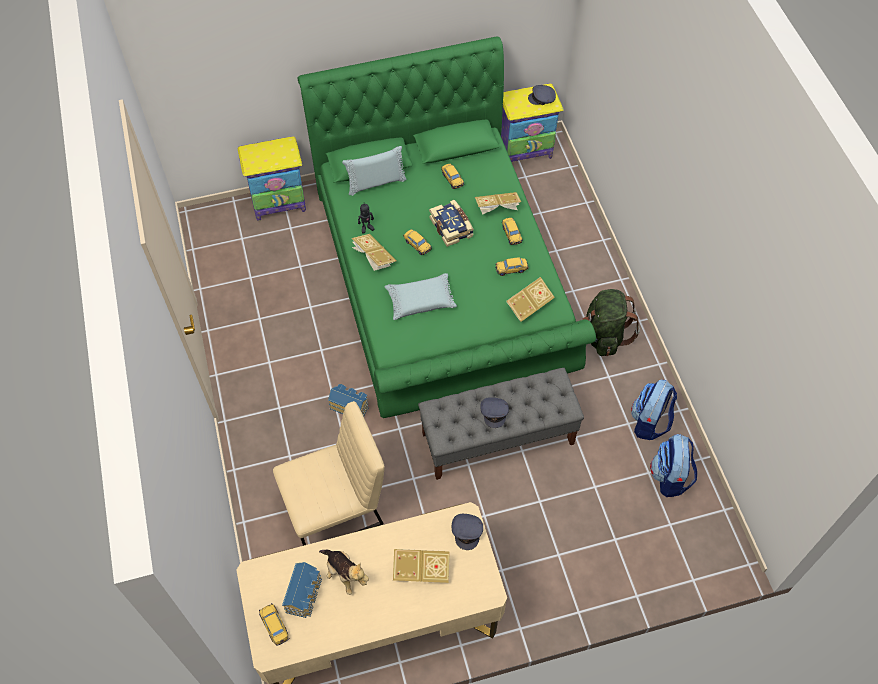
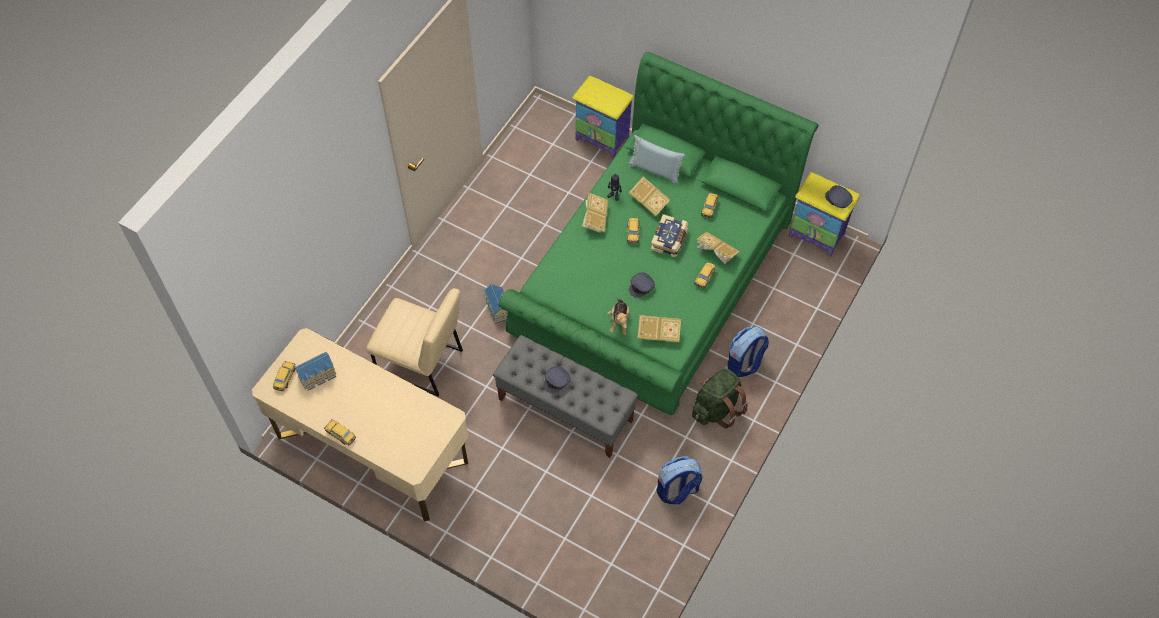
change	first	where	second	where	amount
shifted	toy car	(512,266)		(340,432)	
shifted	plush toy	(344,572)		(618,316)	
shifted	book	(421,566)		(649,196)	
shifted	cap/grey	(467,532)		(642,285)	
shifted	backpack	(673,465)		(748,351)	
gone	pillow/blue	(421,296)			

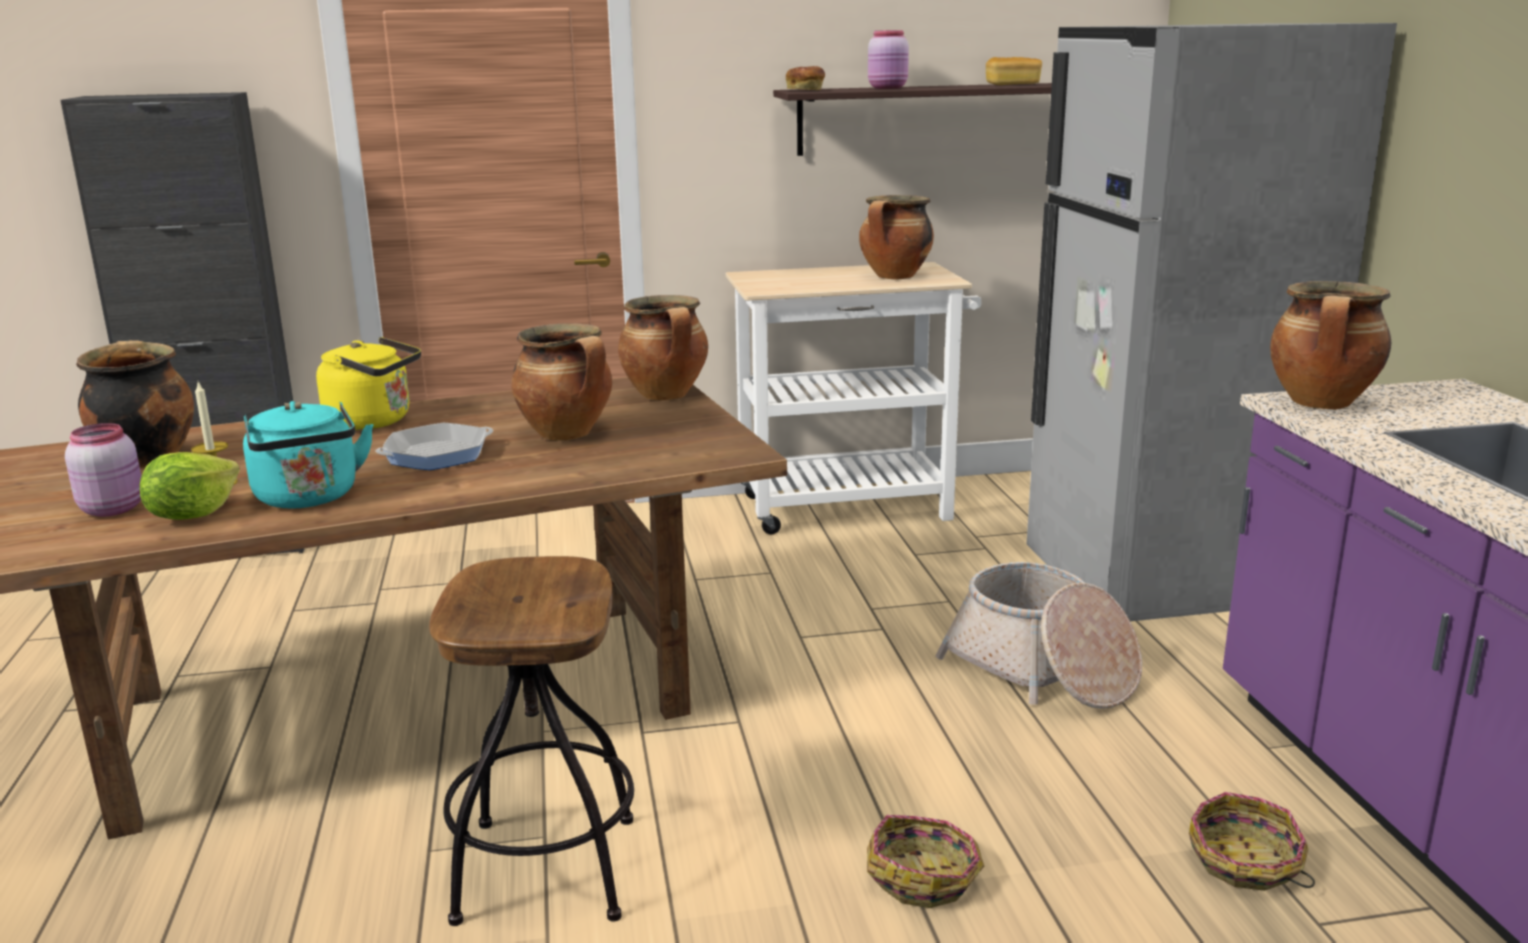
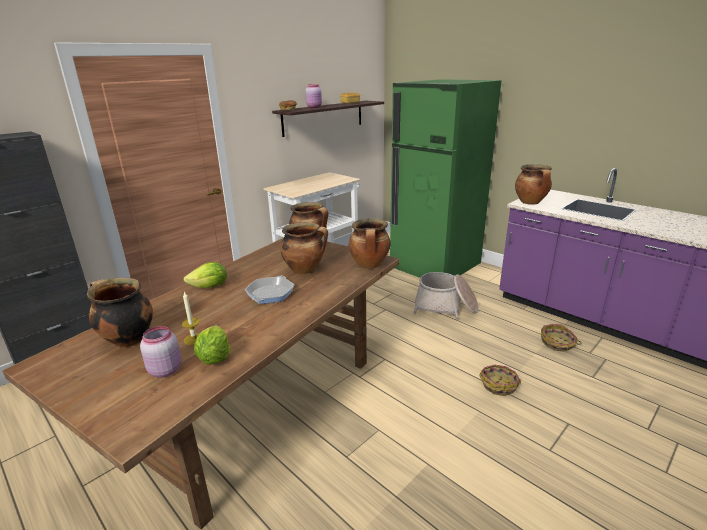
change	first	where	second	where	amount
swapped	kettle/yellow	(368,383)	lettuce	(205,275)	
shifted	cooking pot	(896,237)		(370,243)	
repainted	fridge/grey	(1212,322)	fridge/green	(446,178)	
gone	kettle/turquoise	(308,455)			
gone	stool/brown	(531,741)			

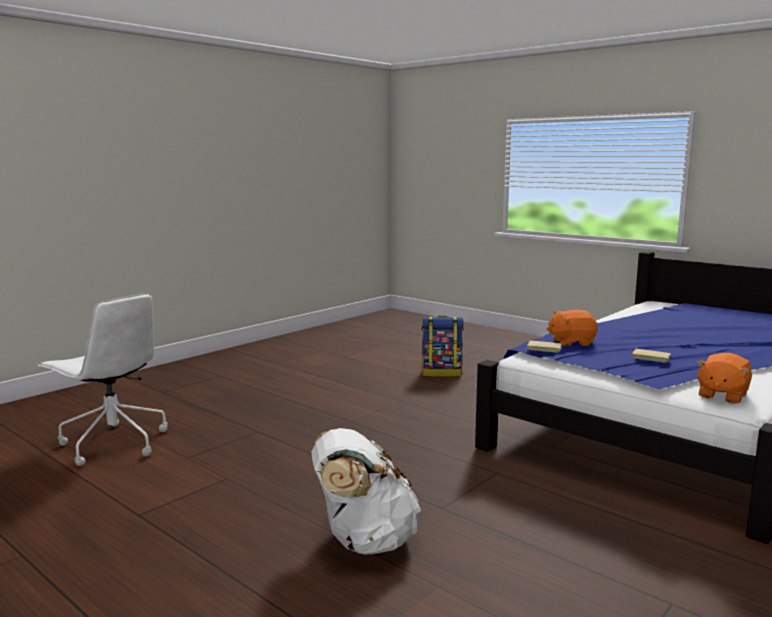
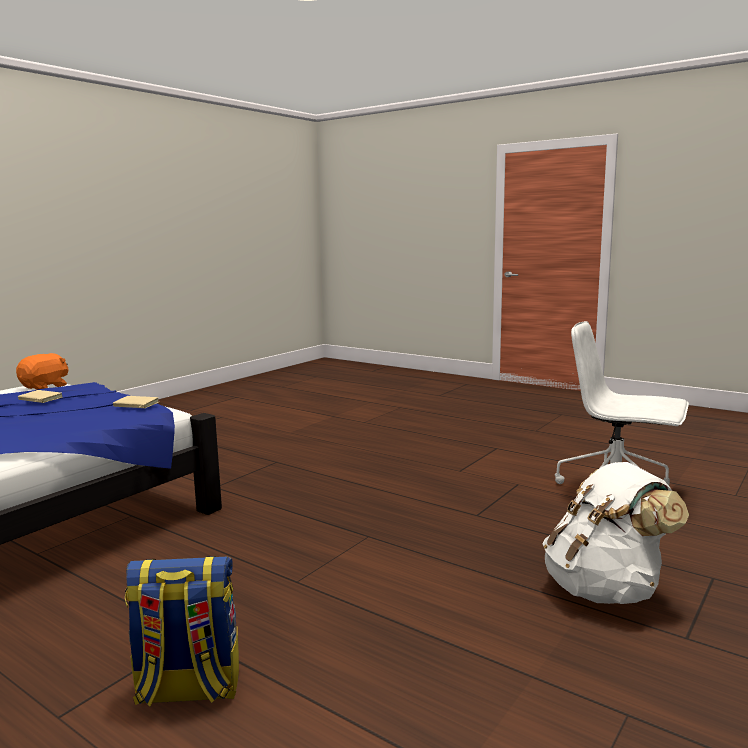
change	first	where	second	where	amount
shifted	backpack/white	(366,491)		(616,533)	
gone	plush toy/orange	(572,328)			

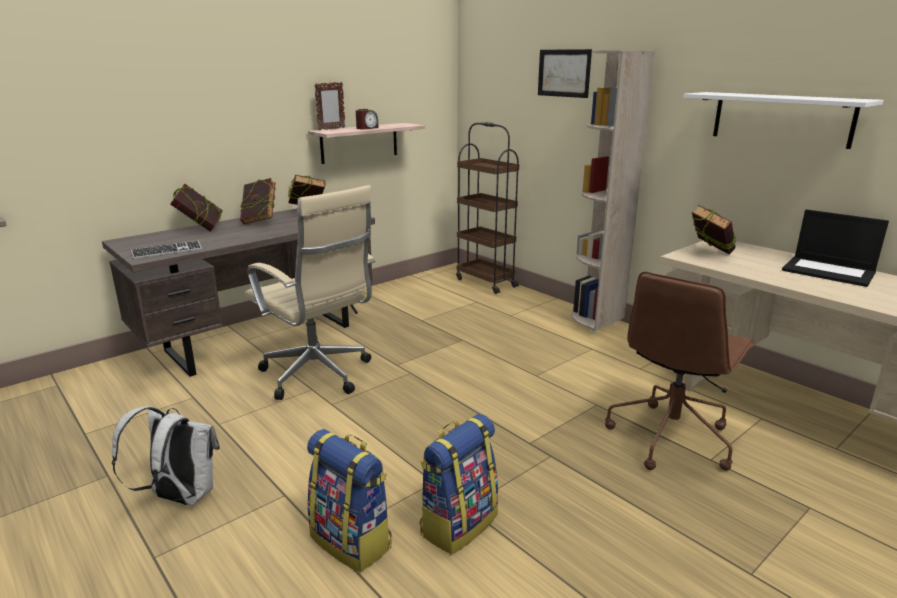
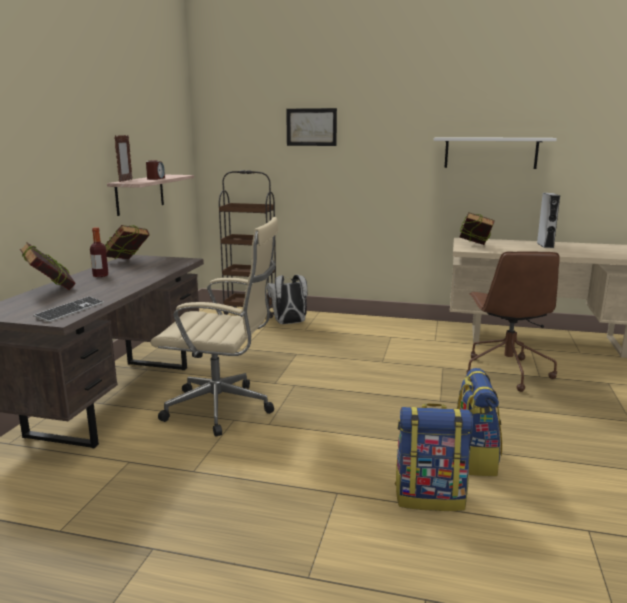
change	first	where	second	where	amount
swapped	book	(258,201)	bottle	(99,252)	
shifted	backpack/white	(166,456)		(287,299)	
swapped	laptop	(835,248)	speaker/grey	(548,220)	
gone	bookcase/beige	(613,191)			

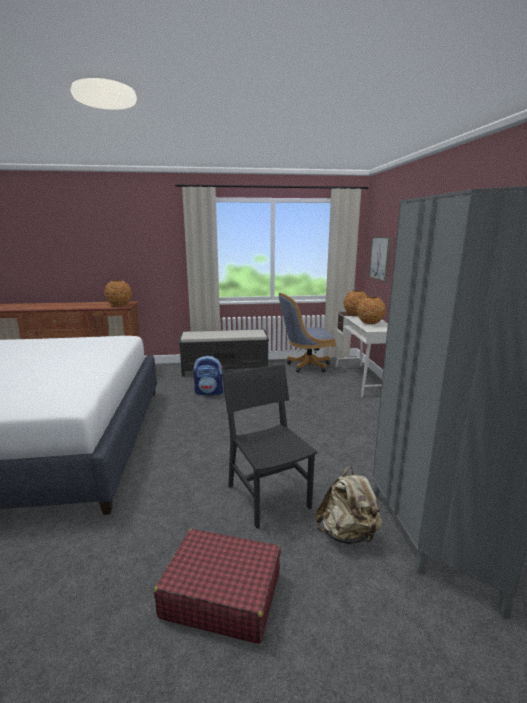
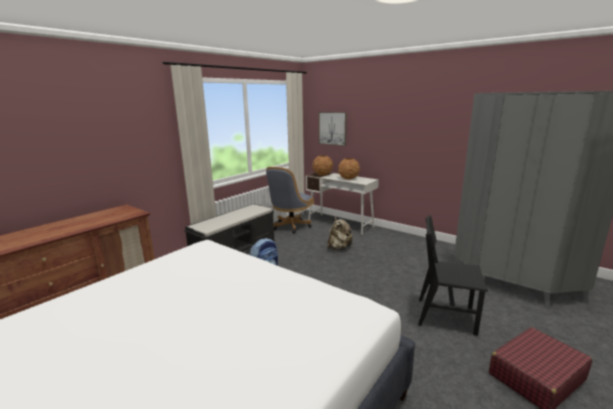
change	first	where	second	where	amount
shifted	backpack/beige	(349,505)		(340,233)	
gone	vase	(118,293)			

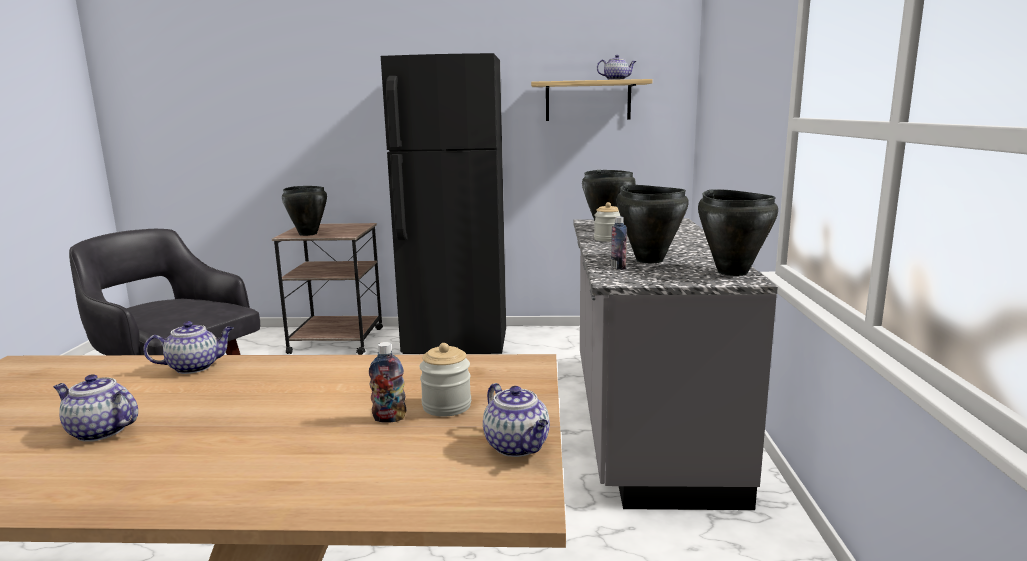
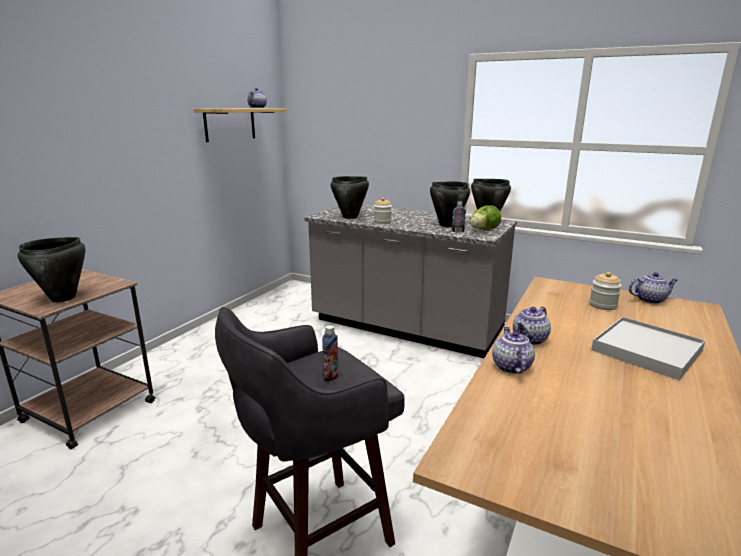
change	first	where	second	where	amount
shifted	bottle	(387,382)		(330,353)	
new			lettuce	(485,217)	
shifted	teapot	(95,408)		(532,326)	
new			tray/white	(648,348)	
gone	fridge/black	(443,203)			

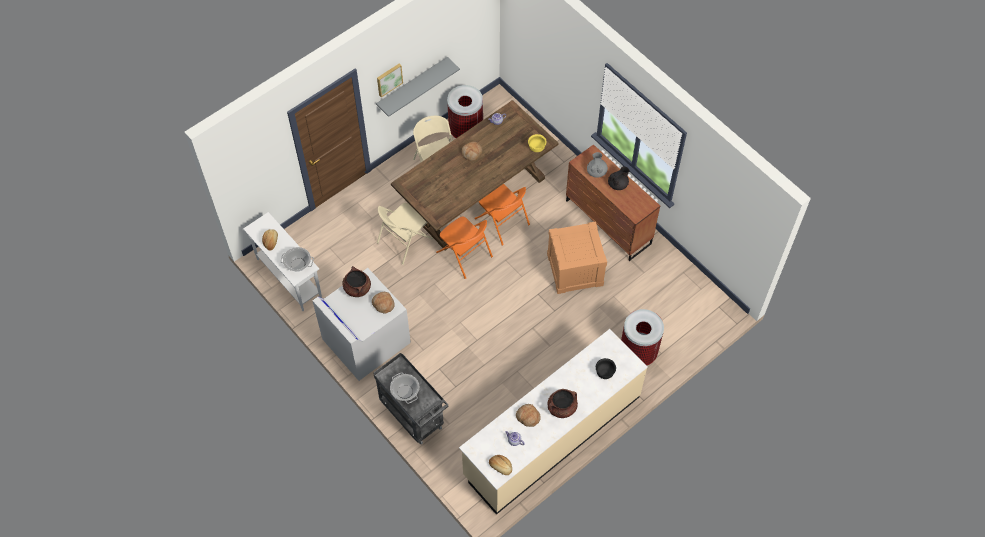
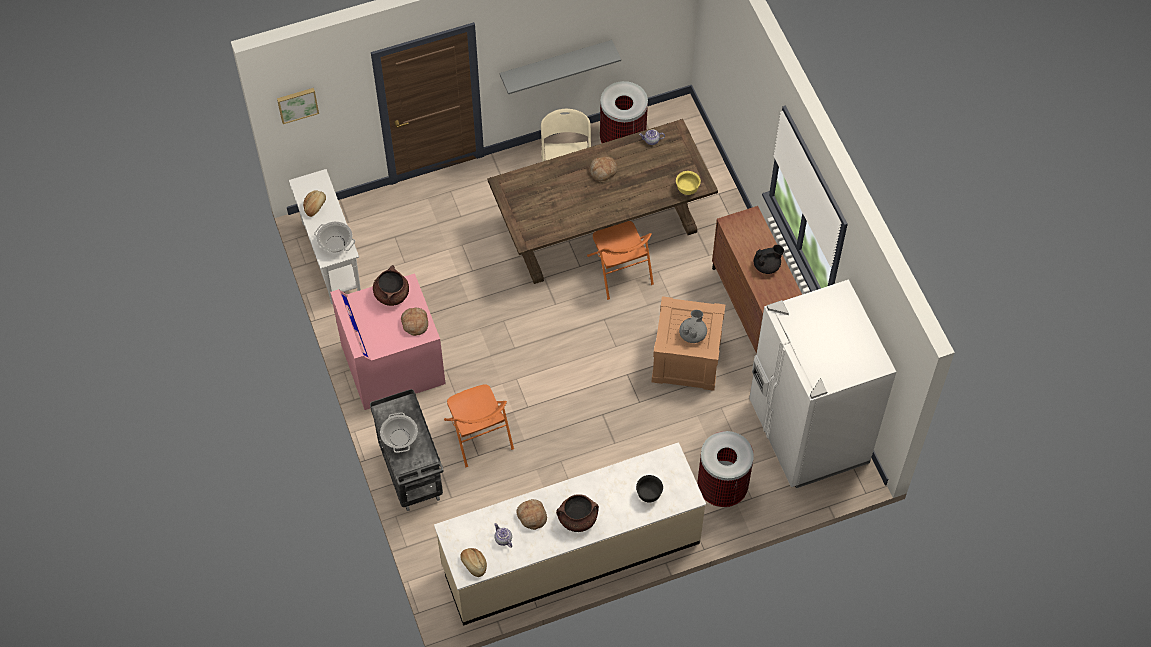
change	first	where	second	where	amount
shifted	picture	(390,80)		(298,106)	
repainted	washing machine/white	(361,324)	washing machine/pink	(388,341)	
shifted	chair/orange	(464,248)		(479,426)	
shifted	teapot/grey	(597,165)		(693,326)	
new			fridge/white	(822,383)	
gone	chair/beige	(405,234)			

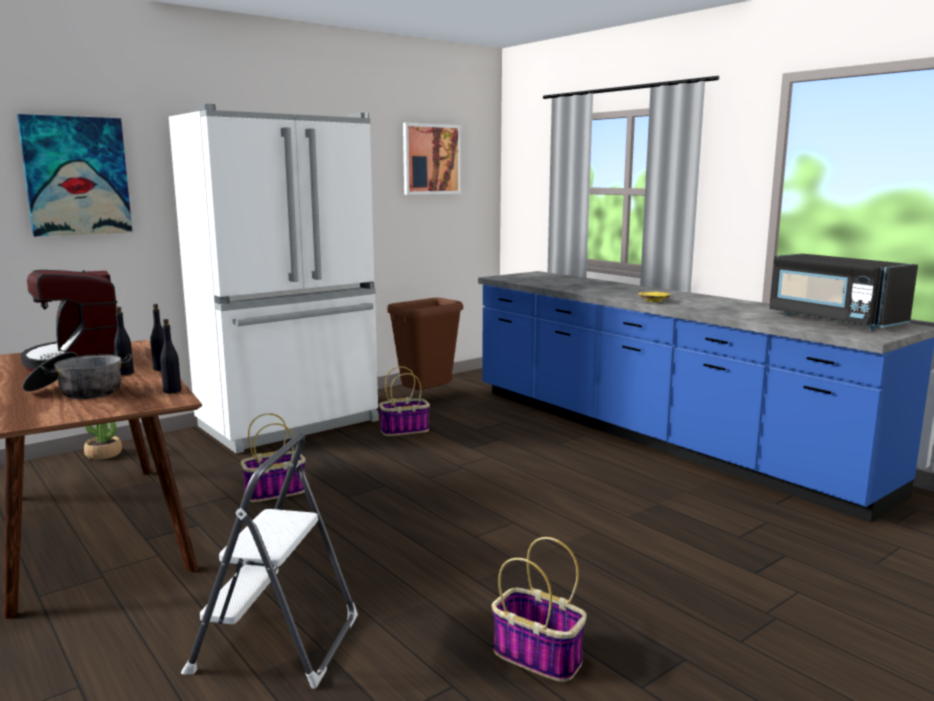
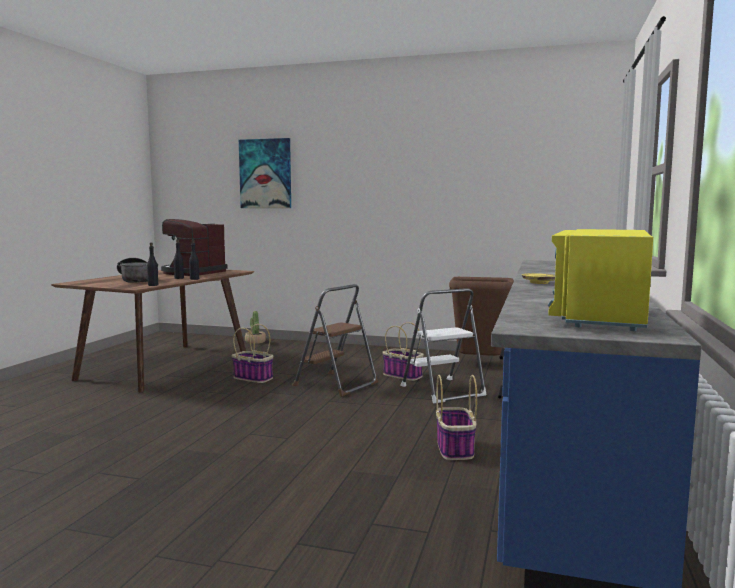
change	first	where	second	where	amount
new			step ladder/brown	(335,340)	
shifted	step ladder/white	(269,561)		(443,346)	
shifted	basket	(539,609)		(456,417)	
repainted	microwave/black	(843,292)	microwave/yellow	(600,280)	
gone	fridge/white	(274,279)			
gone	picture	(432,159)			

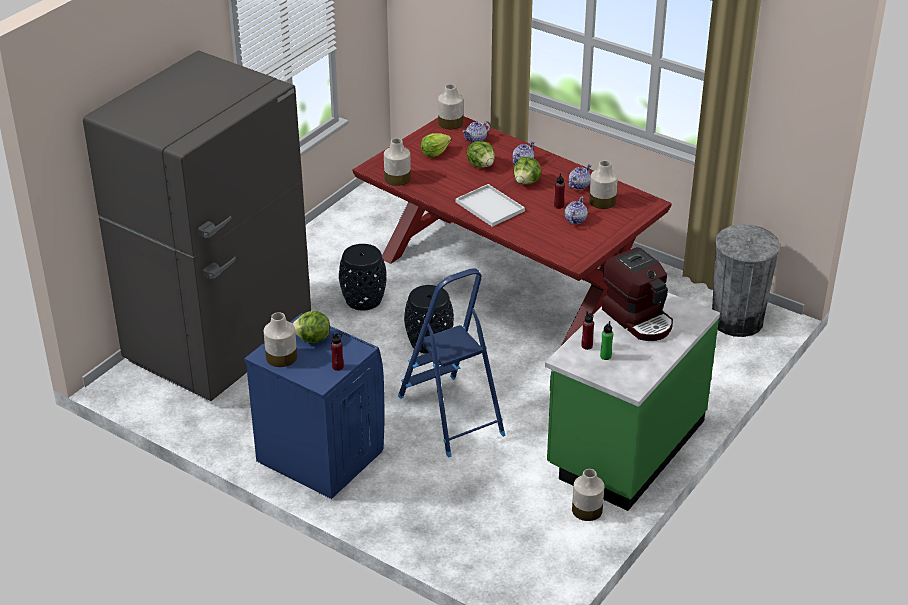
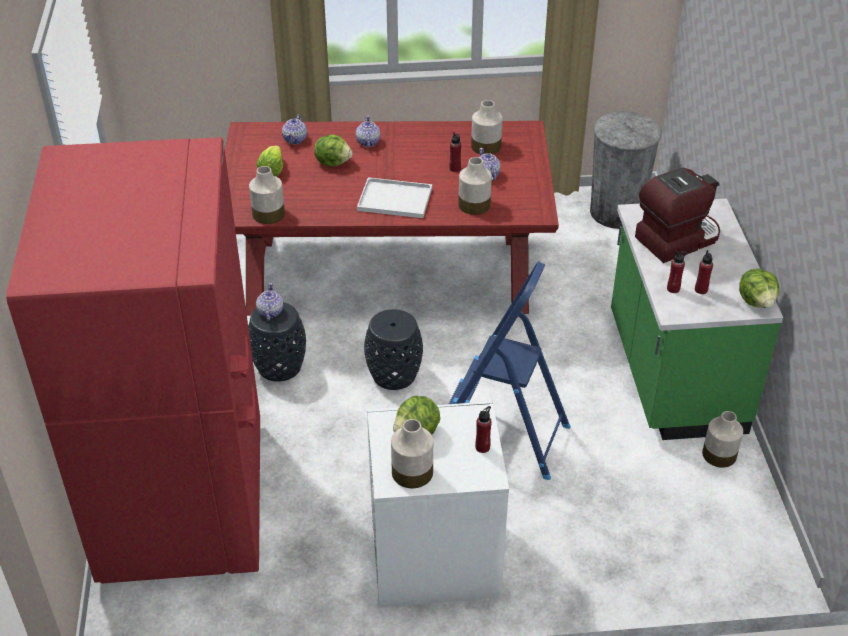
change	first	where	second	where	amount
repainted	fridge/grey	(197,226)	fridge/red	(133,360)	
shifted	teapot	(580,177)		(269,301)	
repainted	washing machine/blue	(314,406)	washing machine/white	(438,504)	
shifted	vase/beige	(450,107)		(475,186)	
rotated	coffee machine	(637,294)		(677,215)	45 degrees counterclockwise
repainted	bottle/green	(606,340)	bottle/red	(704,272)	
shifted	lettuce	(527,171)		(759,288)	

